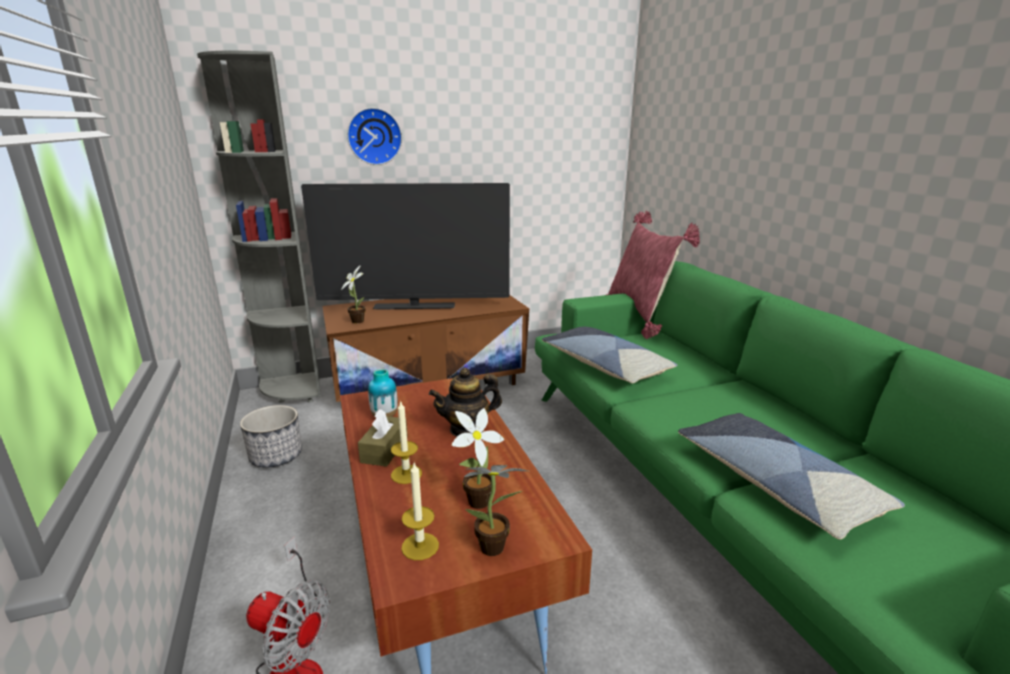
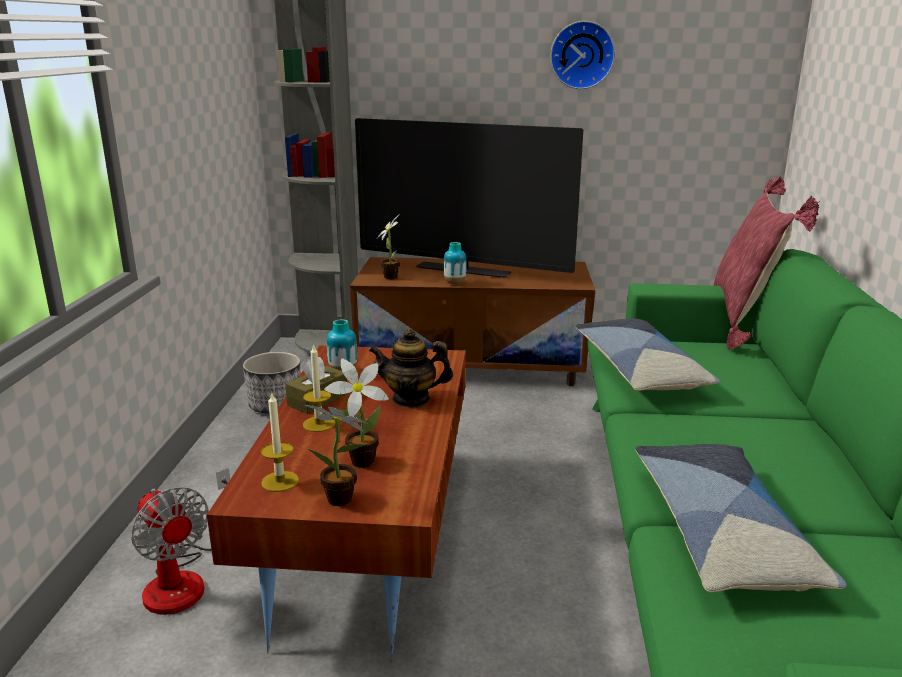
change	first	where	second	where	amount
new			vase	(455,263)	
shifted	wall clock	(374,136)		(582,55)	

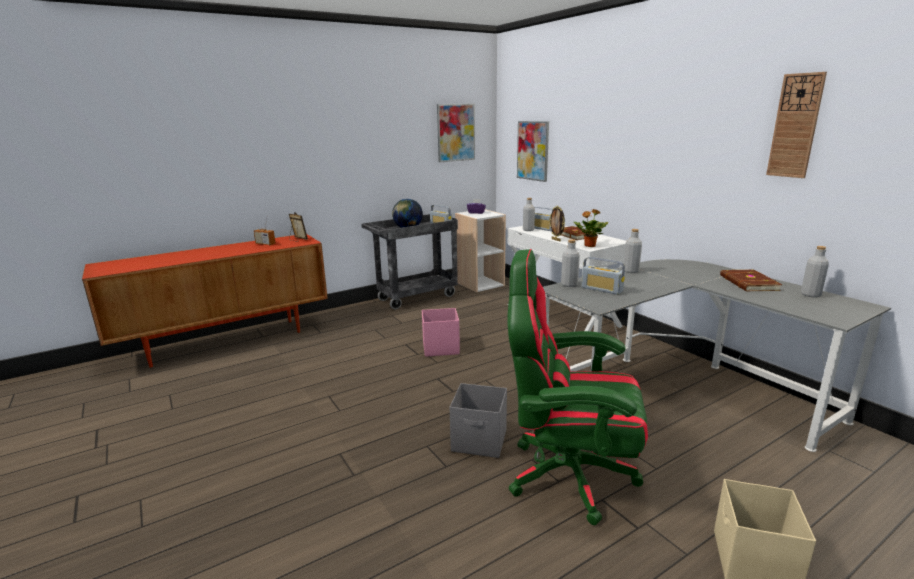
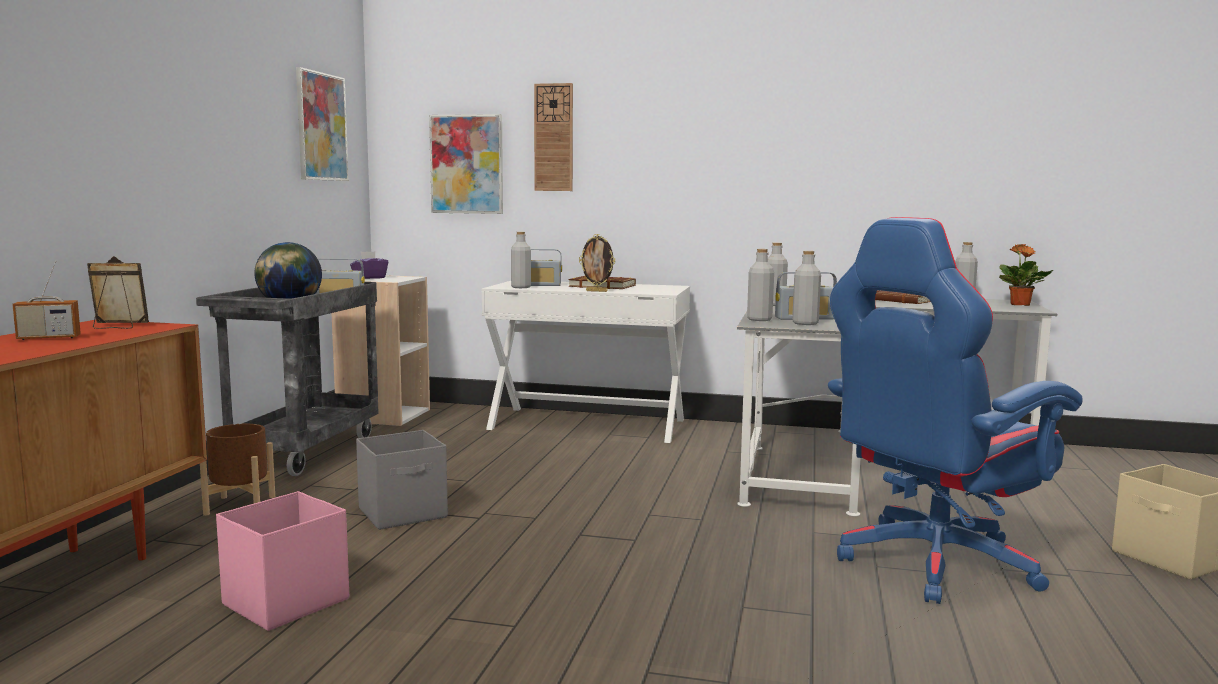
change	first	where	second	where	amount
new			planter/brown	(237,470)	
shifted	storage box/pink	(441,332)		(282,561)	
shifted	storage box/grey	(478,420)		(402,480)	
shifted	wall clock	(796,125)		(553,137)	
new			bottle/grey	(806,288)	
repainted	office chair/green	(577,387)	office chair/blue	(955,410)	
shifted	potted plant	(591,228)		(1026,275)	

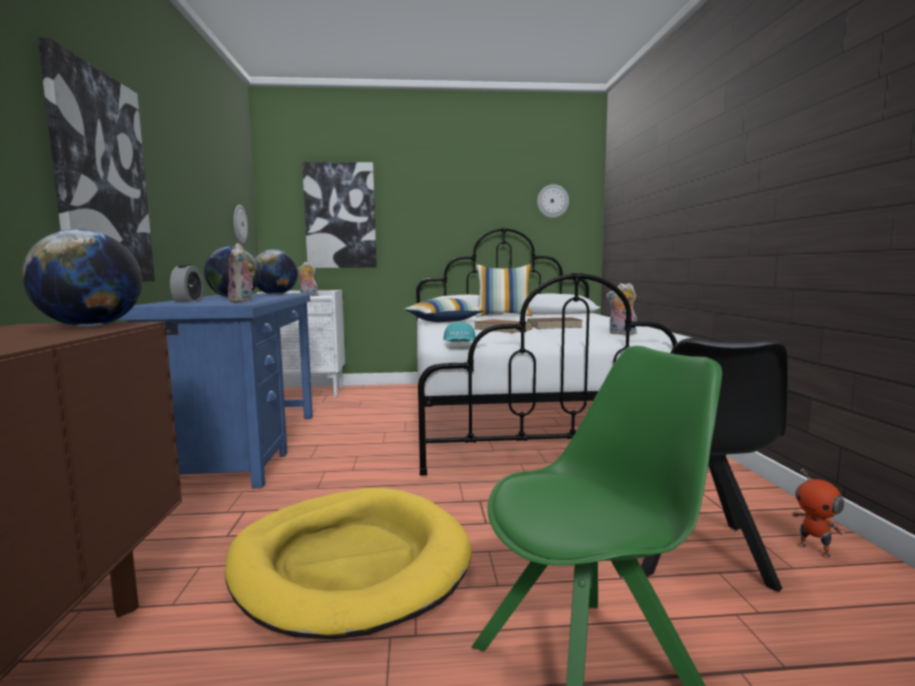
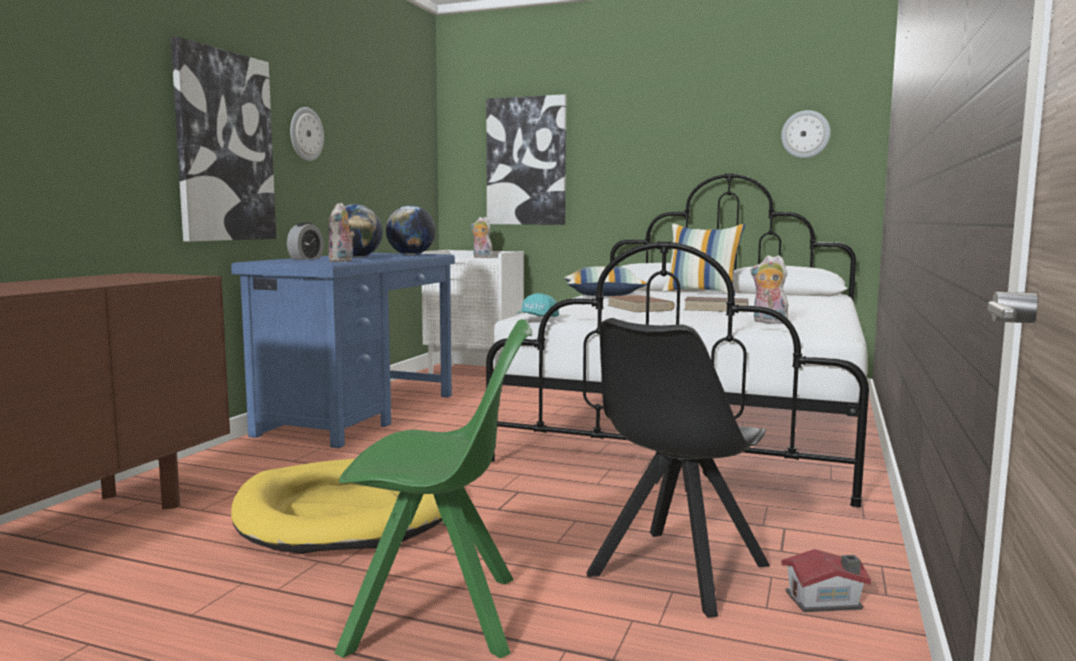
change	first	where	second	where	amount
shifted	wall clock	(241,224)		(307,134)	
swapped	toy robot	(818,513)	toy house	(826,580)	
gone	globe	(81,278)			

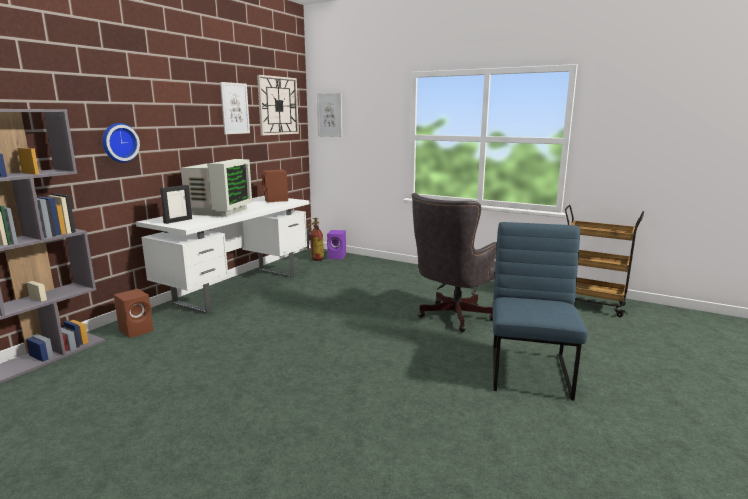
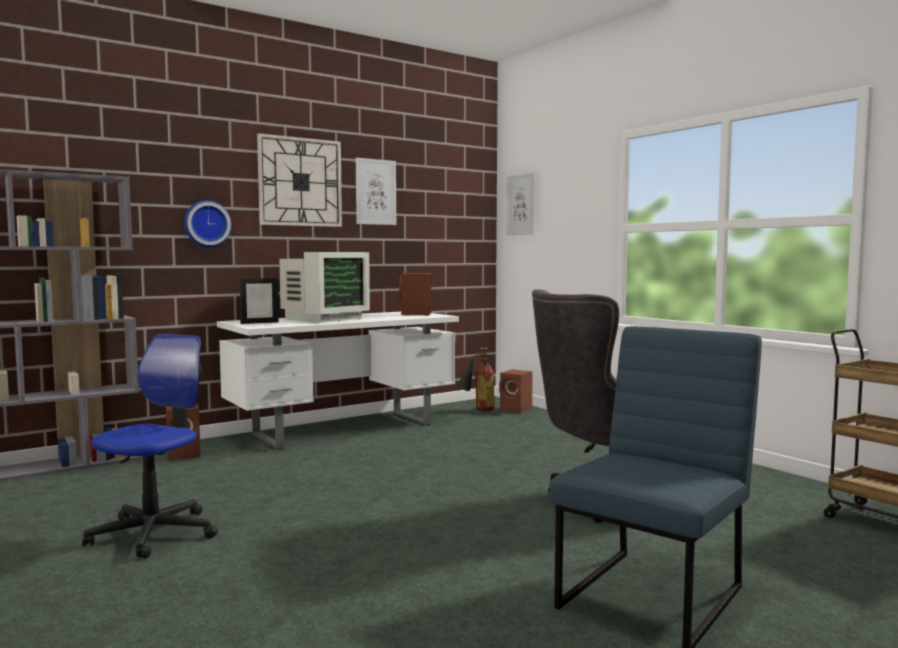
change	first	where	second	where	amount
new			office chair	(150,446)	
shifted	wall clock	(278,105)		(299,180)	
repainted	speaker/purple	(336,244)	speaker/brown	(516,391)	

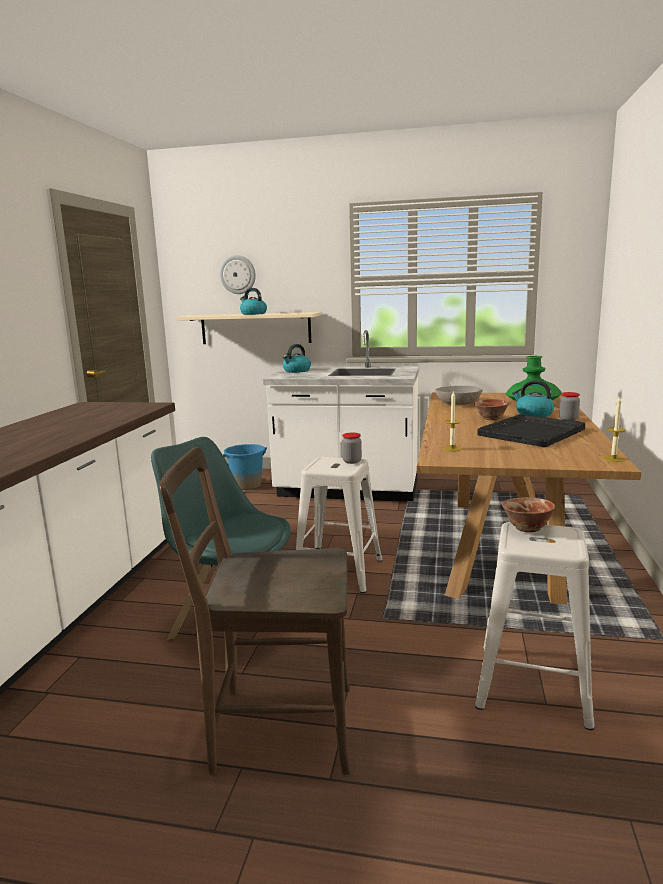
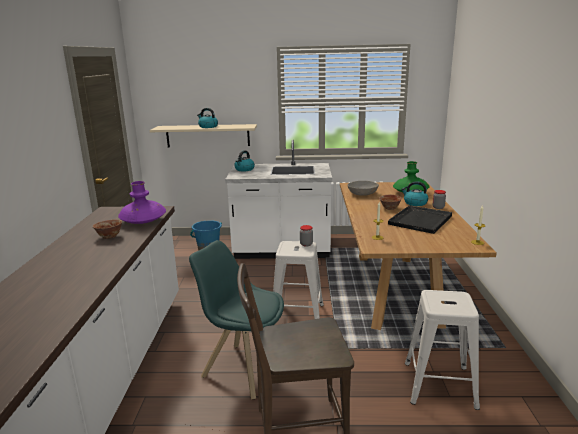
change	first	where	second	where	amount
shifted	bowl	(528,514)		(107,229)	
new			vase/purple	(142,202)	
gone	wall clock	(238,274)			

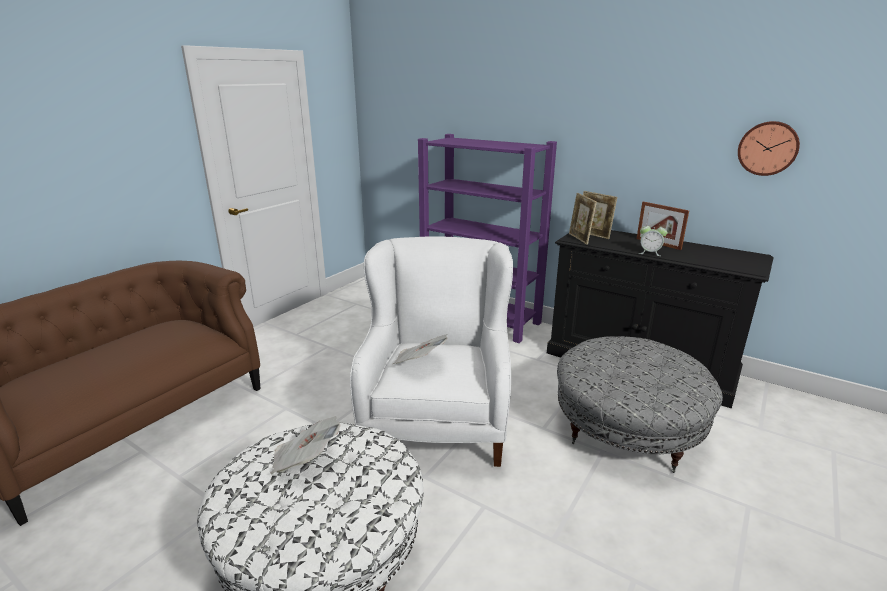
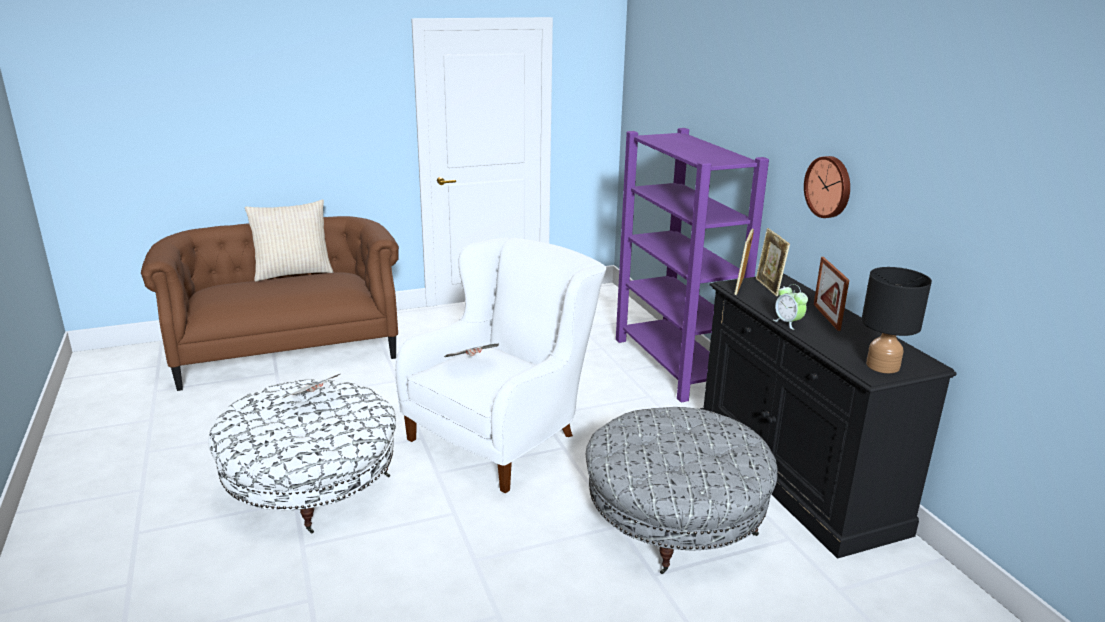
change	first	where	second	where	amount
new			pillow/beige	(289,241)	
shifted	wall clock	(769,148)		(827,187)	
new			table lamp/black	(896,320)	

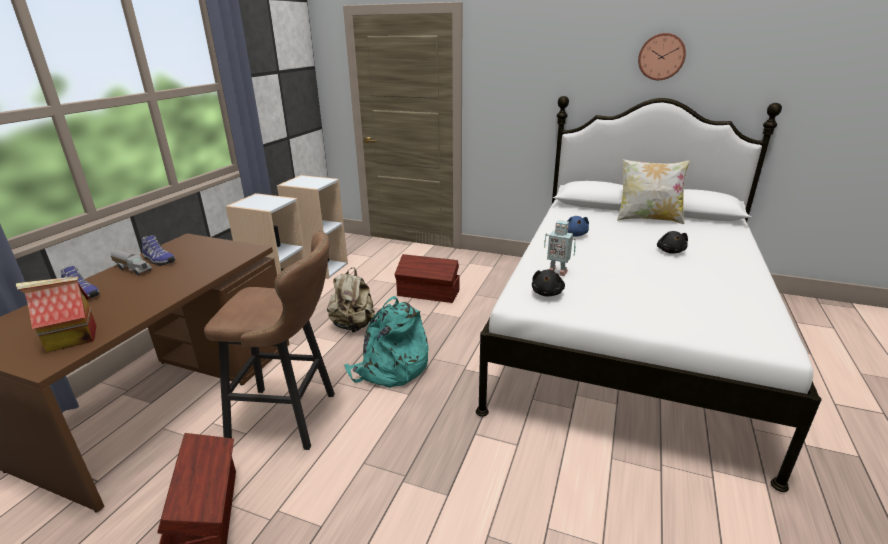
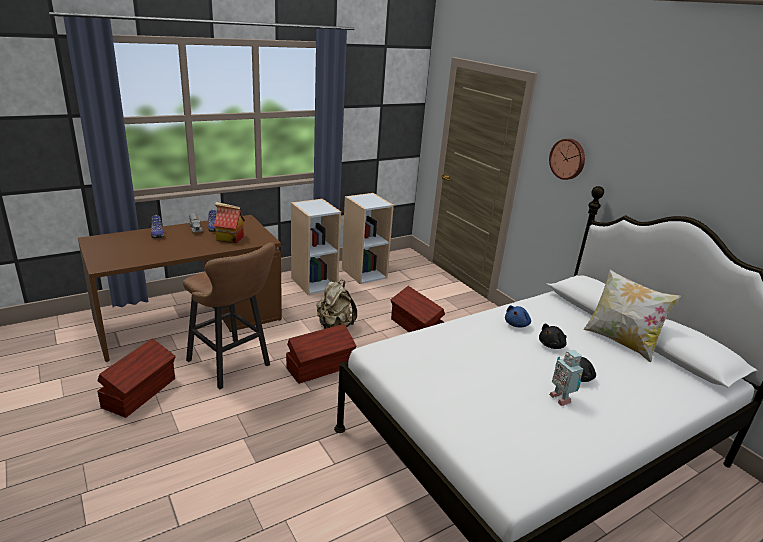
change	first	where	second	where	amount
shifted	toy house	(56,314)		(229,222)	
swapped	backpack/turquoise	(386,342)	storage box/brown	(321,354)	
shifted	plush toy/black	(548,283)		(553,336)	
shifted	wall clock	(662,56)		(567,159)	
shifted	toy robot	(560,248)		(566,378)	

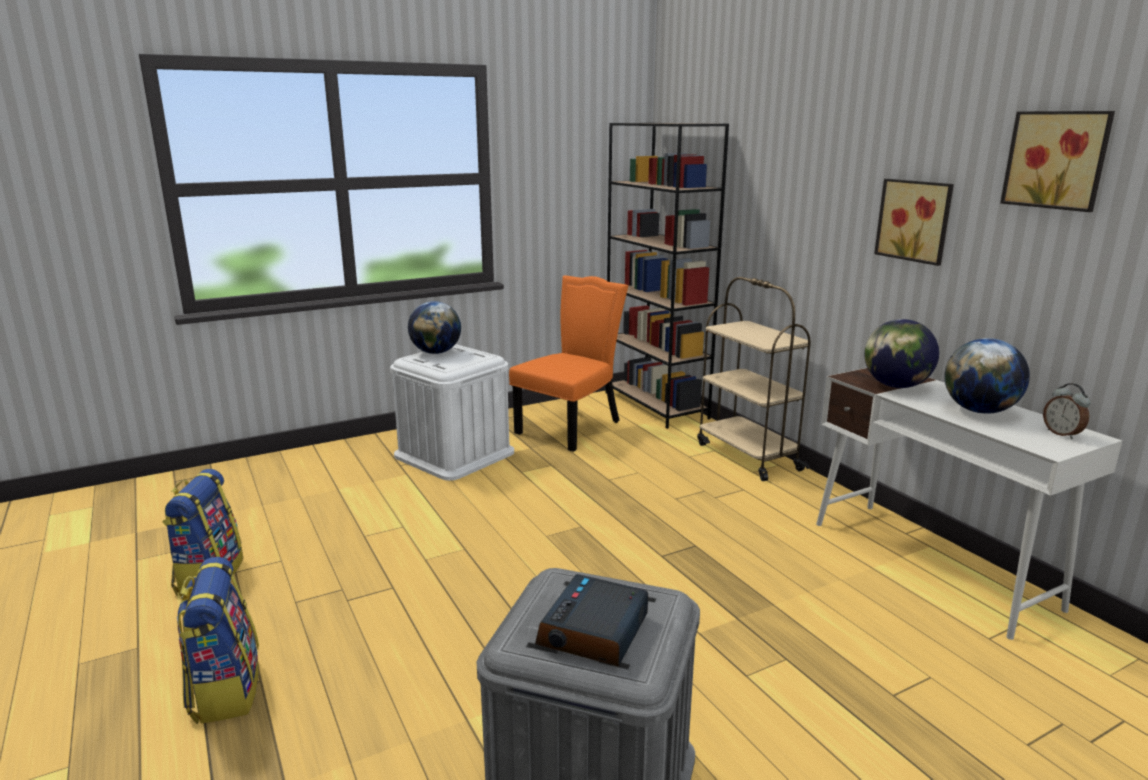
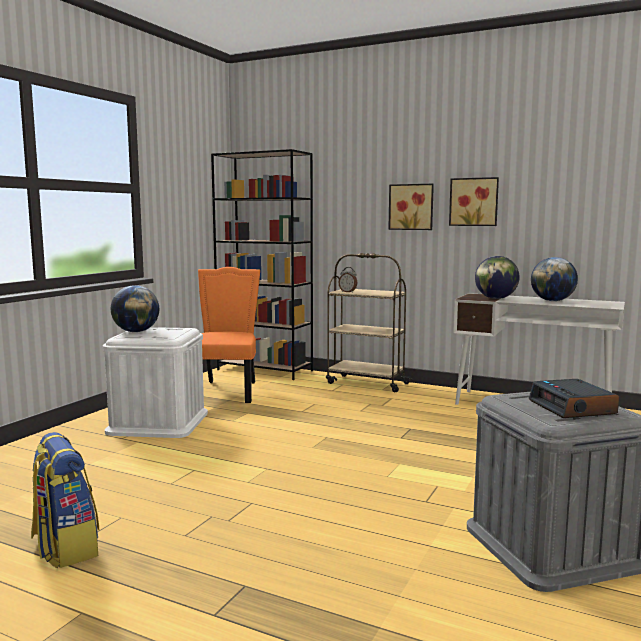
change	first	where	second	where	amount
shifted	alarm clock	(1066,411)		(348,280)	
shifted	picture	(1057,161)		(411,207)	
gone	backpack	(218,640)			

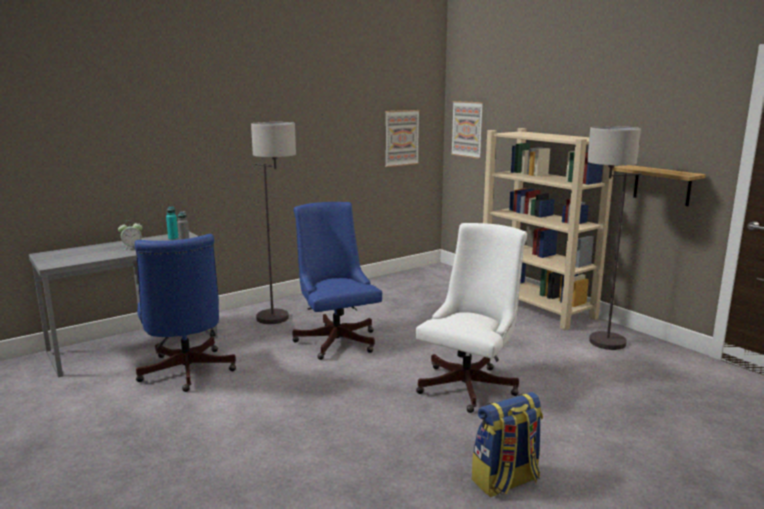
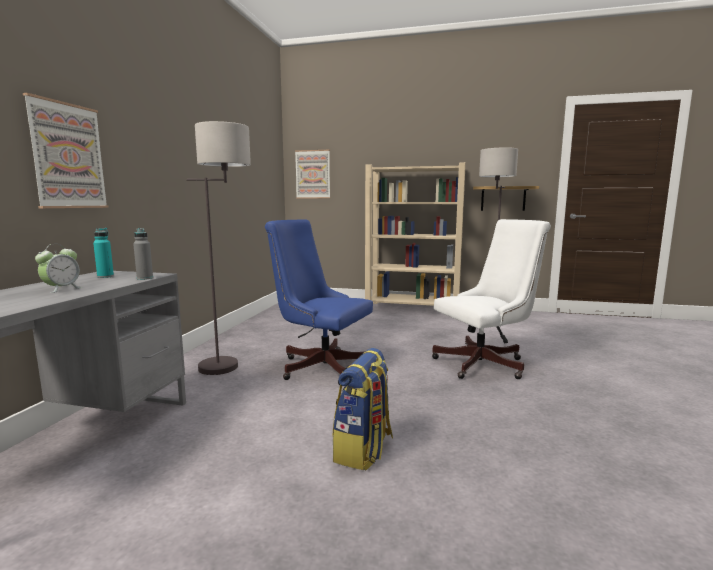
change	first	where	second	where	amount
shifted	picture	(402,138)		(66,150)	
shifted	backpack	(507,444)		(362,409)	
rotated	office chair/white	(471,318)		(491,299)	75 degrees clockwise
gone	office chair/blue	(185,313)			

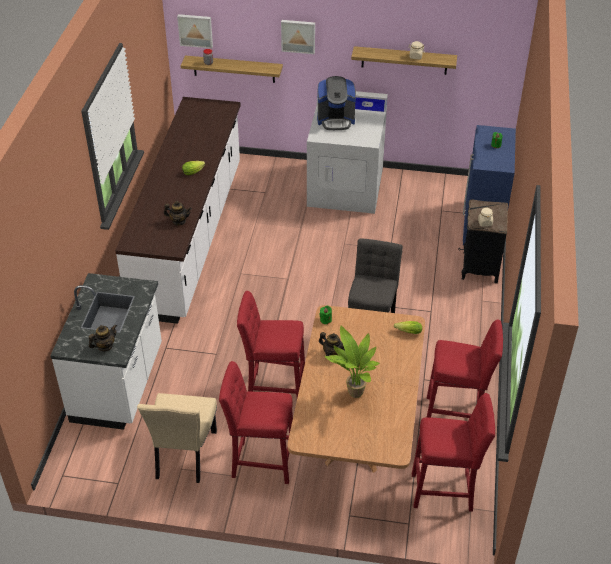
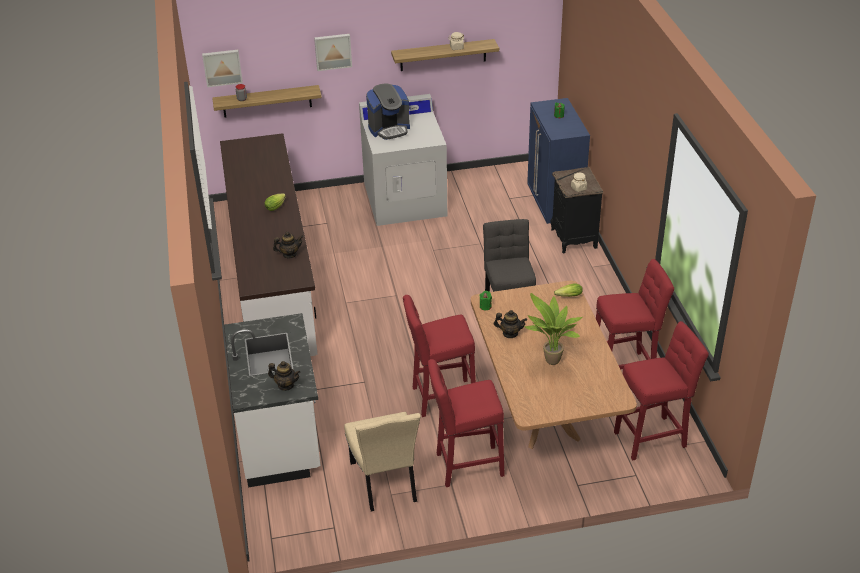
change	first	where	second	where	amount
rotated	teapot	(103,337)		(284,376)	75 degrees clockwise

